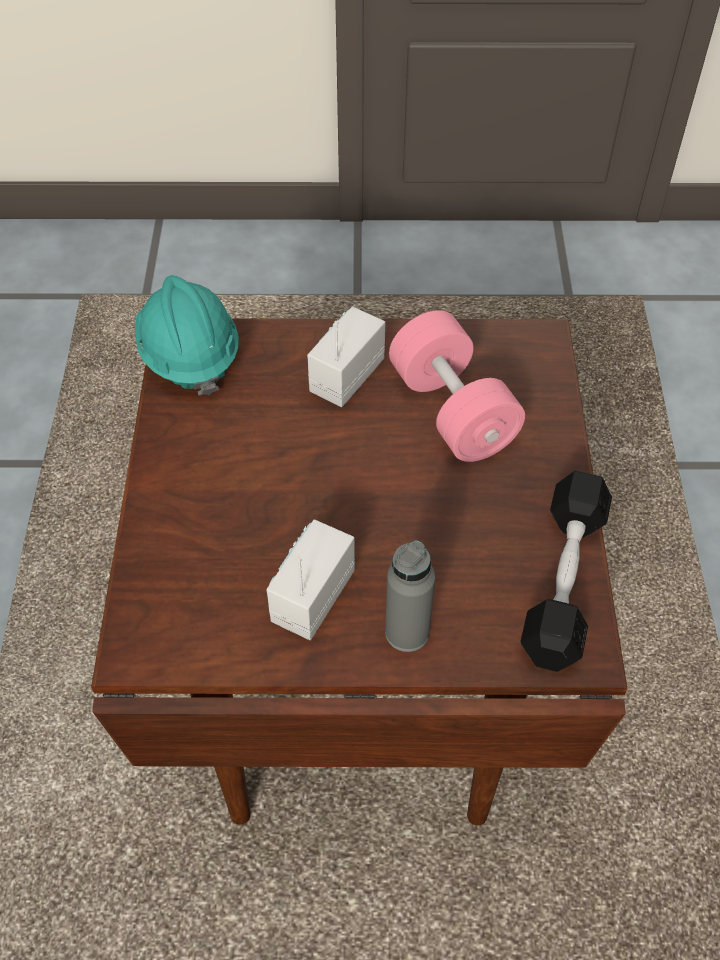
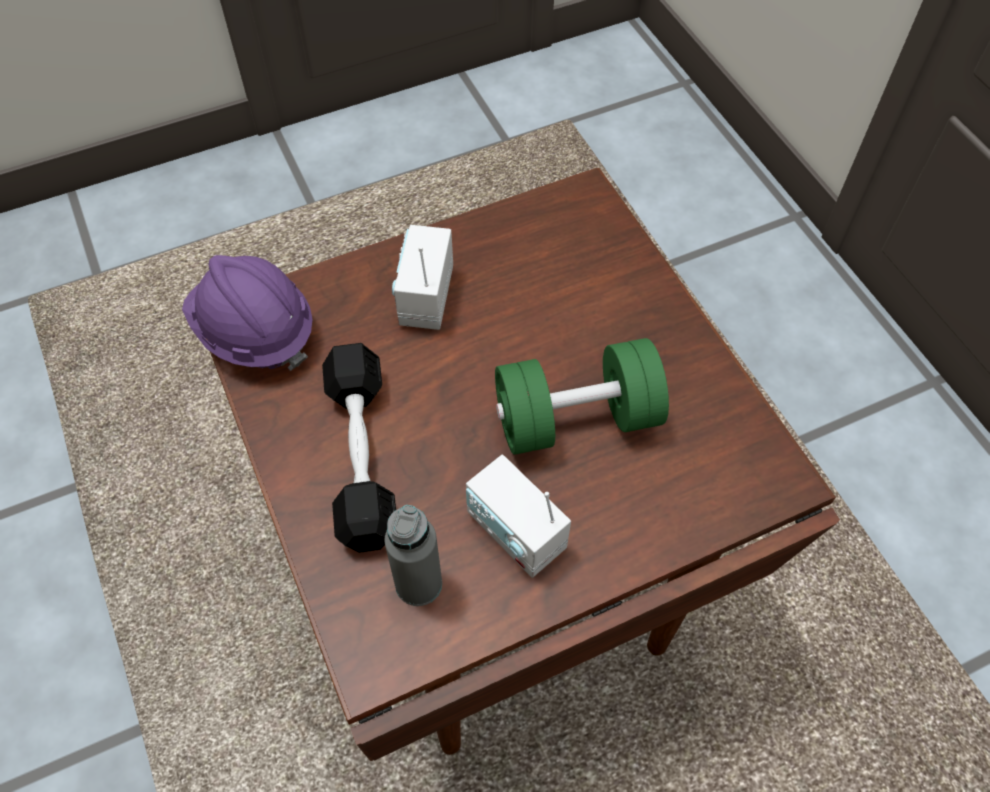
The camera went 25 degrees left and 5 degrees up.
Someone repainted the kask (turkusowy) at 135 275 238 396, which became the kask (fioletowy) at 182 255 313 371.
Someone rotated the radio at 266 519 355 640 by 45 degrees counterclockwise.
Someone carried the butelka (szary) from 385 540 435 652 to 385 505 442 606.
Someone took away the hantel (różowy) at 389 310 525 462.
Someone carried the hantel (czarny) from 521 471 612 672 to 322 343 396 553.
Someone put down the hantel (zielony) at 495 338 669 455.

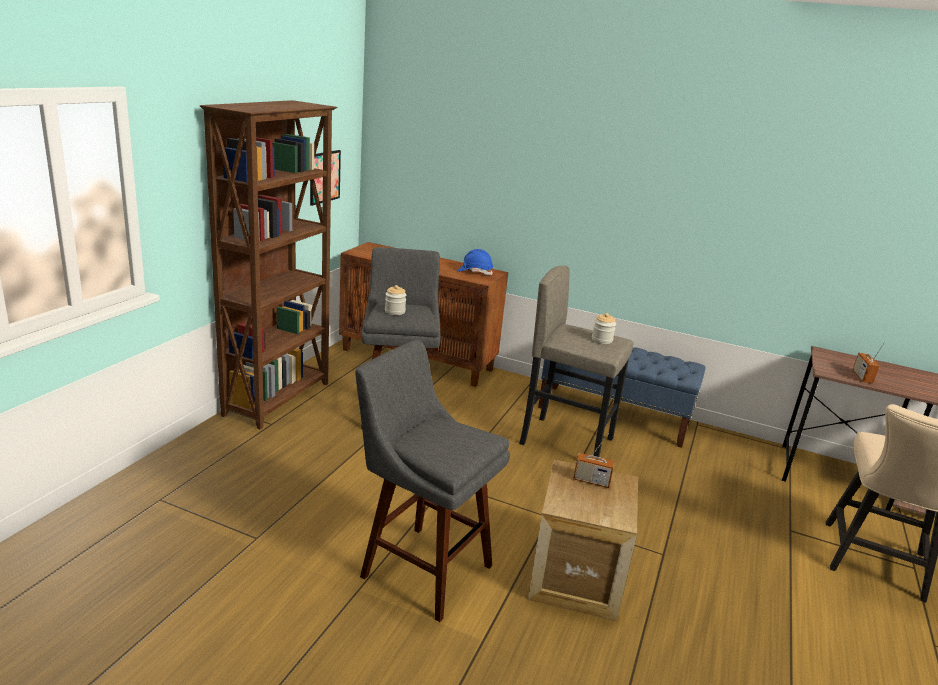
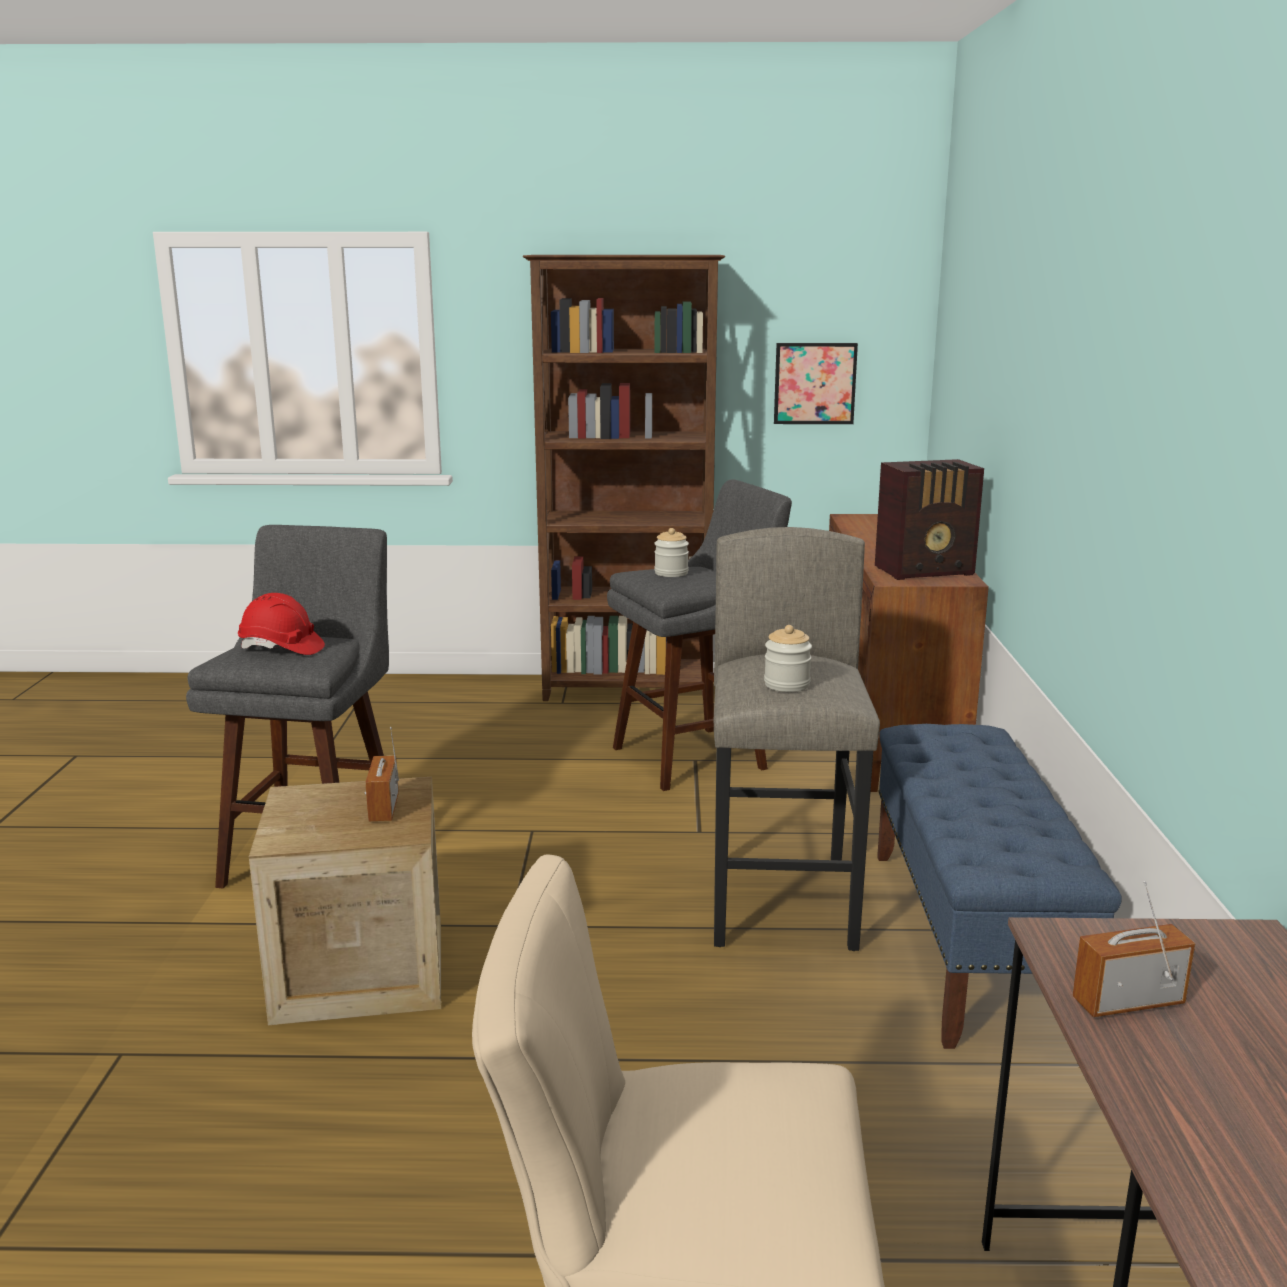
The camera went 70 degrees right and 5 degrees down.
Someone swapped the kask (niebieski) at 458 249 493 275 for the radio at 875 459 984 580.
Someone put down the kask (czerwony) at 238 593 325 655.

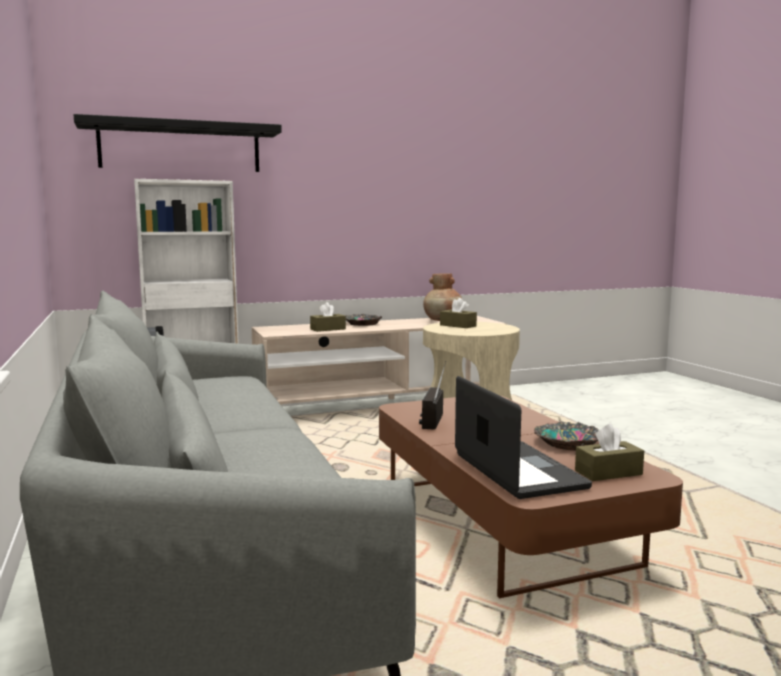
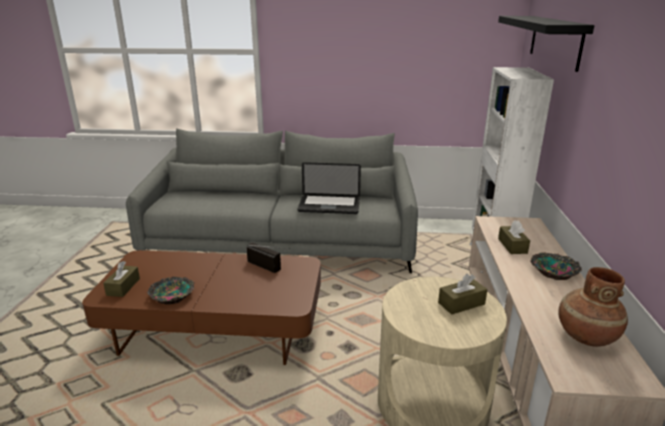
The camera went 115 degrees right and 15 degrees up.
Someone carried the laptop from 455 376 592 499 to 297 162 361 214.

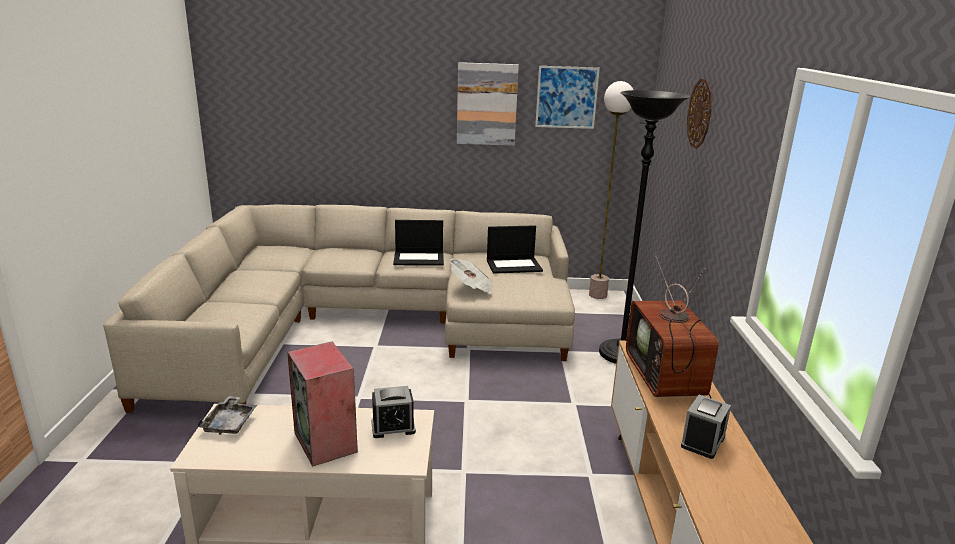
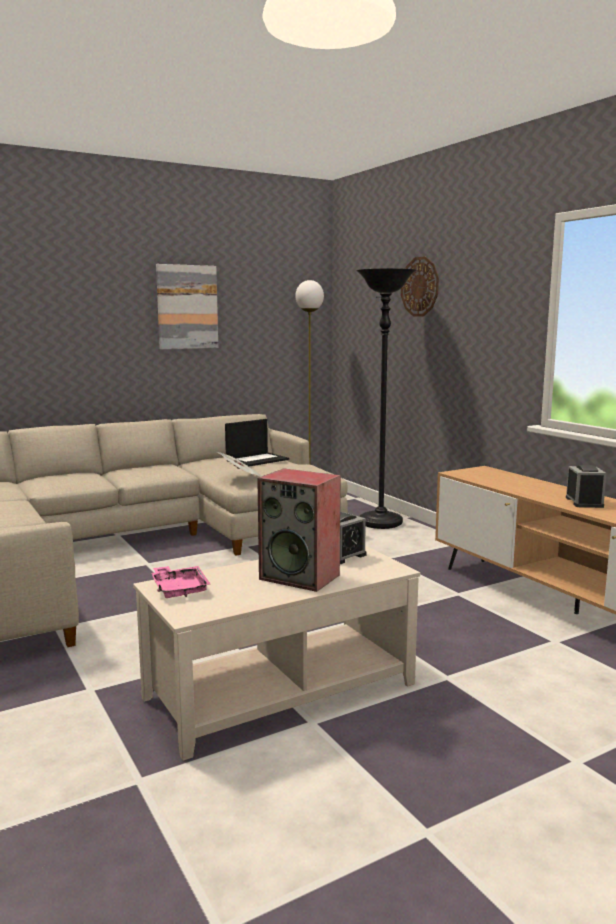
The camera went 30 degrees left and 10 degrees down.
Someone repainted the taca (szary) at 197 396 257 435, which became the taca (różowy) at 151 566 210 598.
Someone took away the laptop at 393 220 444 266.
Someone took away the obraz at 535 66 600 129.
Someone took away the telewizor at 626 256 718 399.

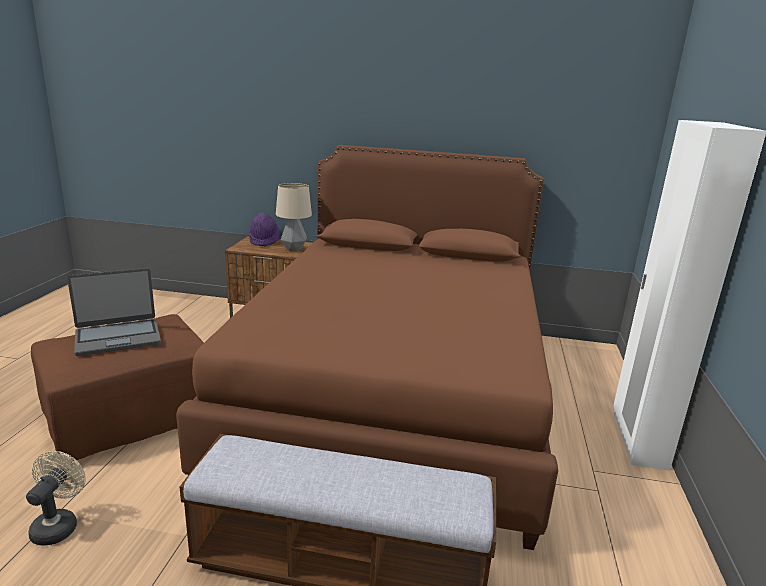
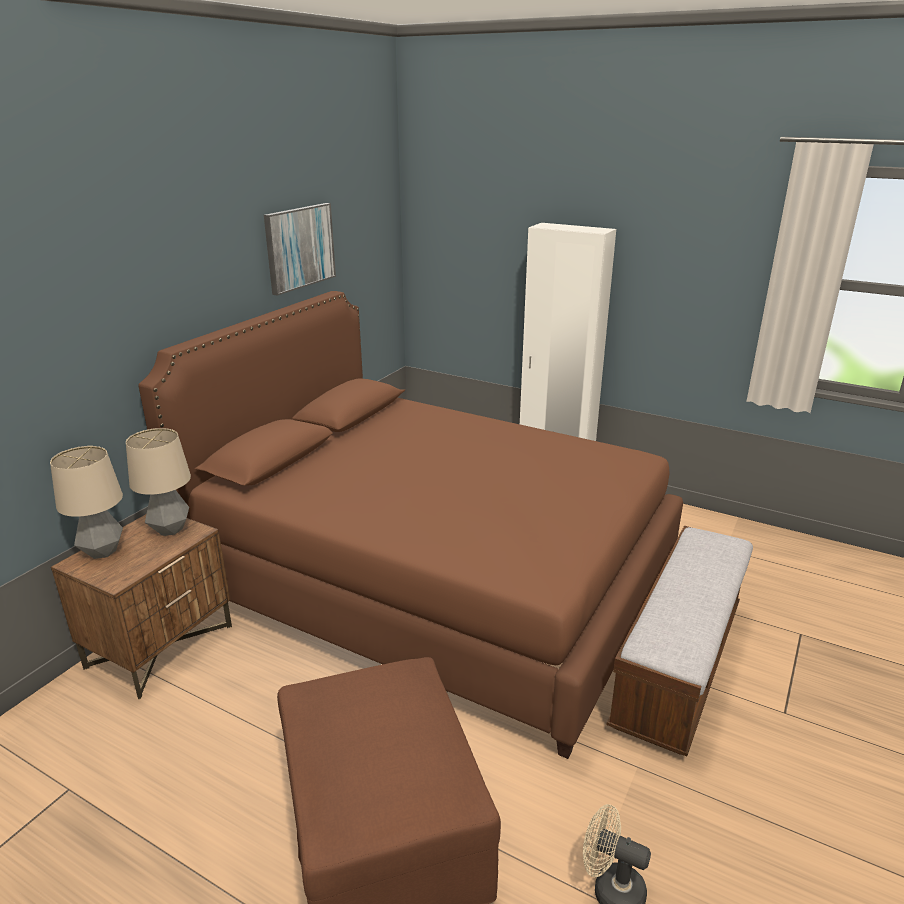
The camera went 70 degrees left and 5 degrees up.
Someone took away the laptop at 67 268 161 356.
Someone swapped the kapelusz (fioletowy) at 249 212 280 247 for the lampa stołowa at 50 446 123 559.
Someone put up the obraz at 264 203 336 296.

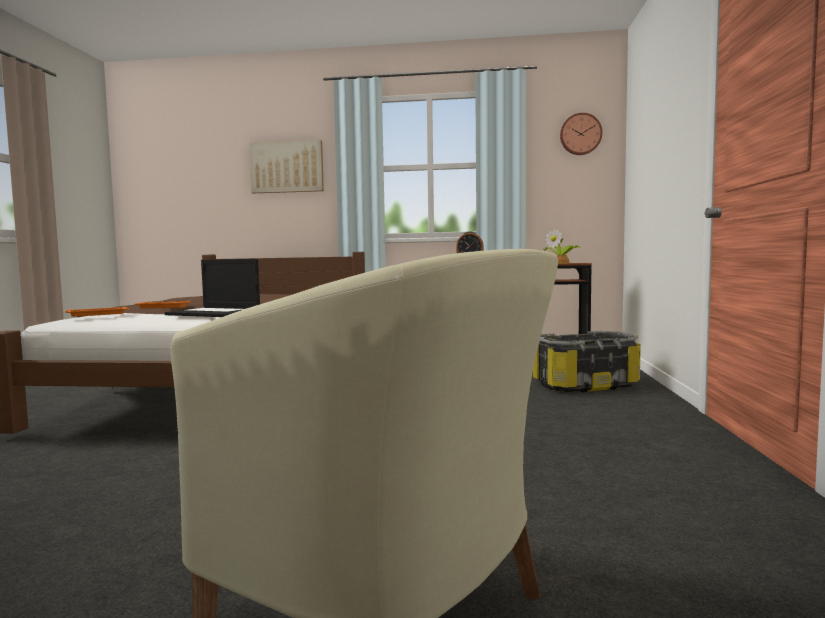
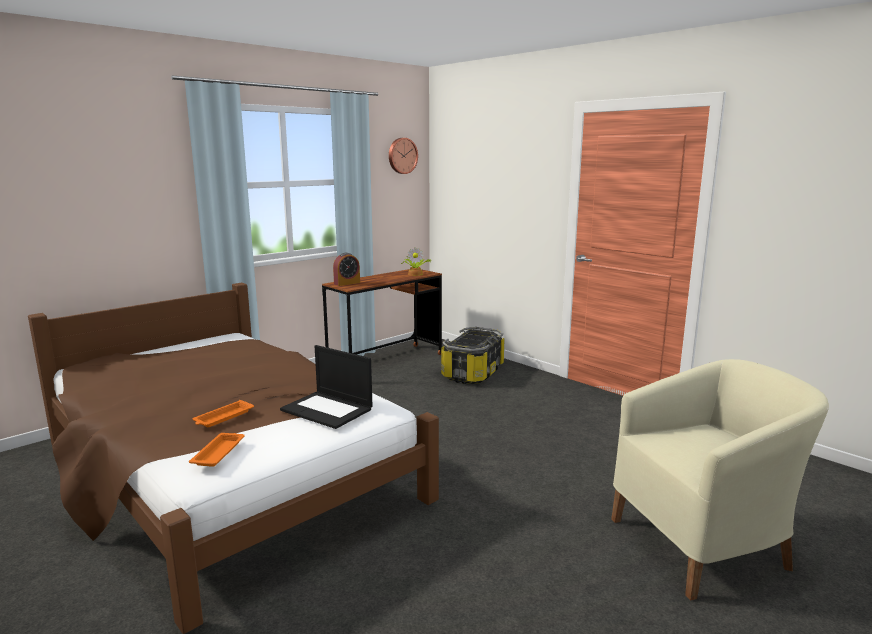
The camera went 50 degrees left and 10 degrees up.
Someone rotated the laptop at 165 259 260 317 by 60 degrees clockwise.
Someone took away the obraz at 249 140 324 193.

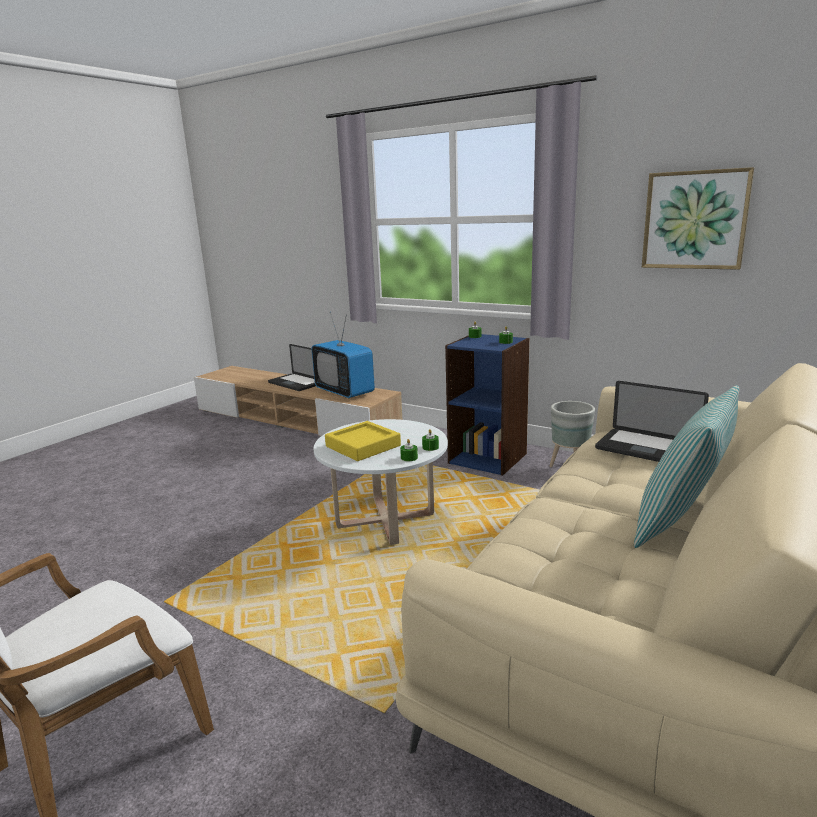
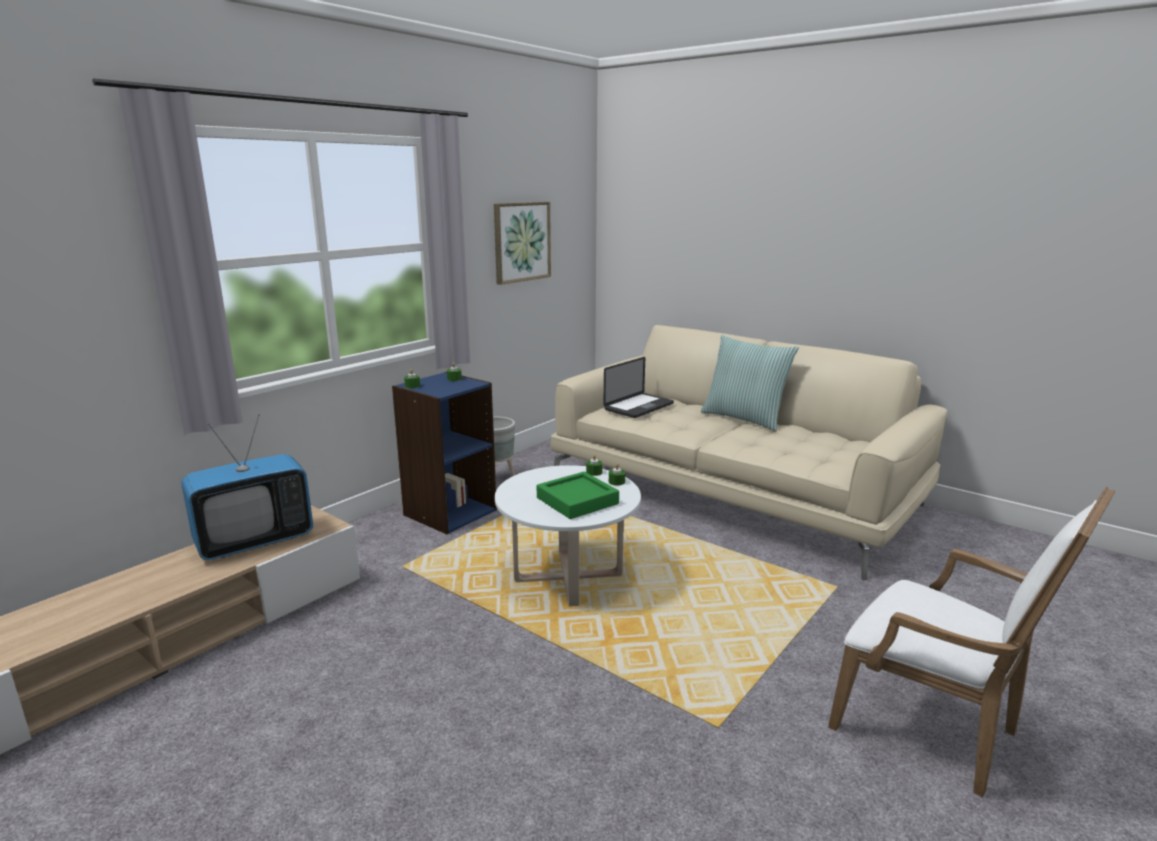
The camera went 85 degrees left and 0 degrees up.
Someone took away the laptop at 268 344 316 391.
Someone repainted the taca (żółty) at 325 421 401 461, which became the taca (zielony) at 537 472 619 519.

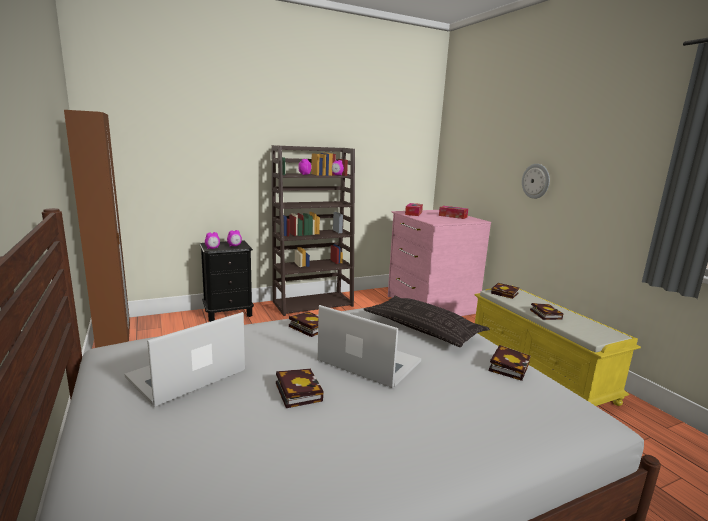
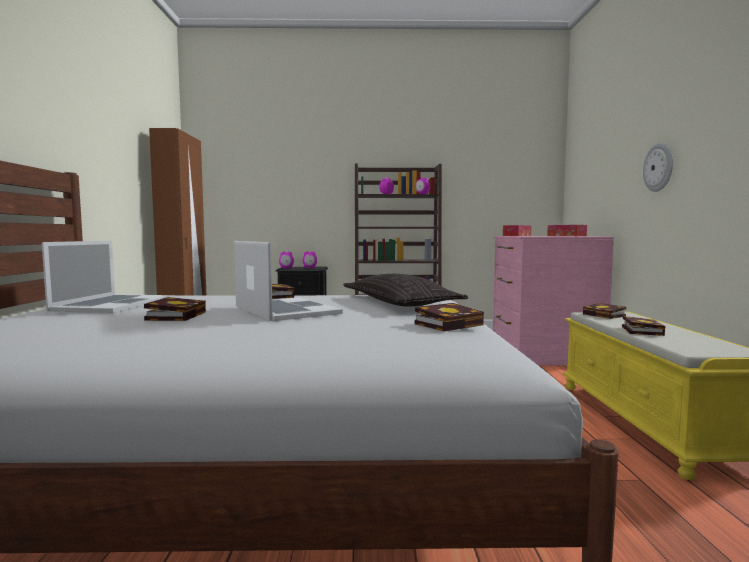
The camera went 25 degrees right and 10 degrees down.
Someone rotated the laptop at 124 312 245 407 by 120 degrees clockwise.

